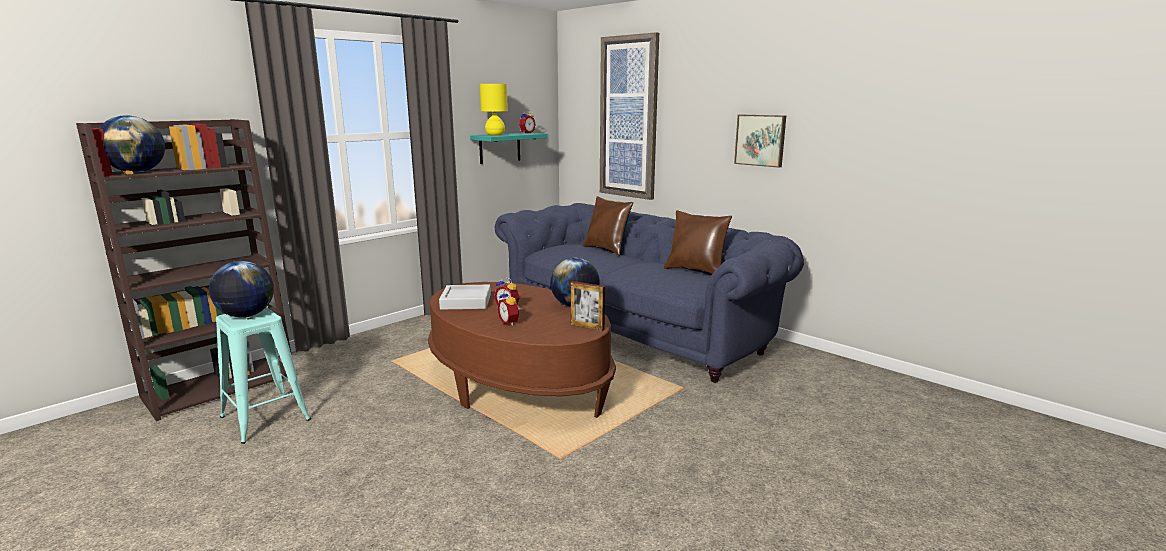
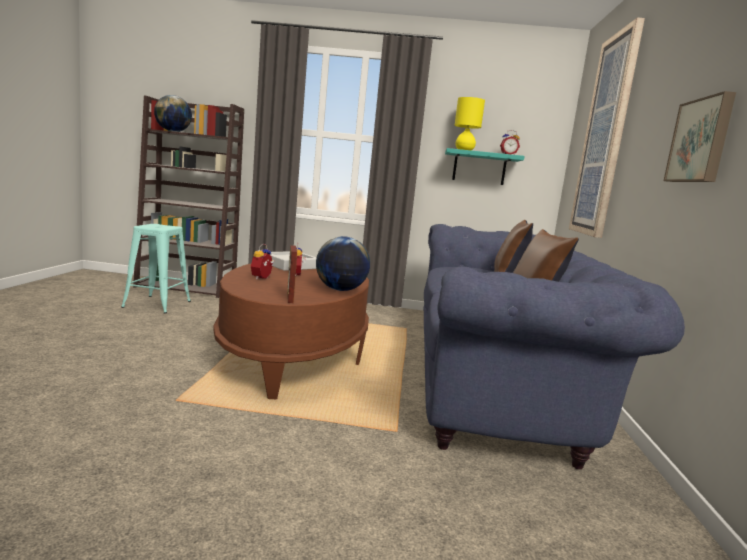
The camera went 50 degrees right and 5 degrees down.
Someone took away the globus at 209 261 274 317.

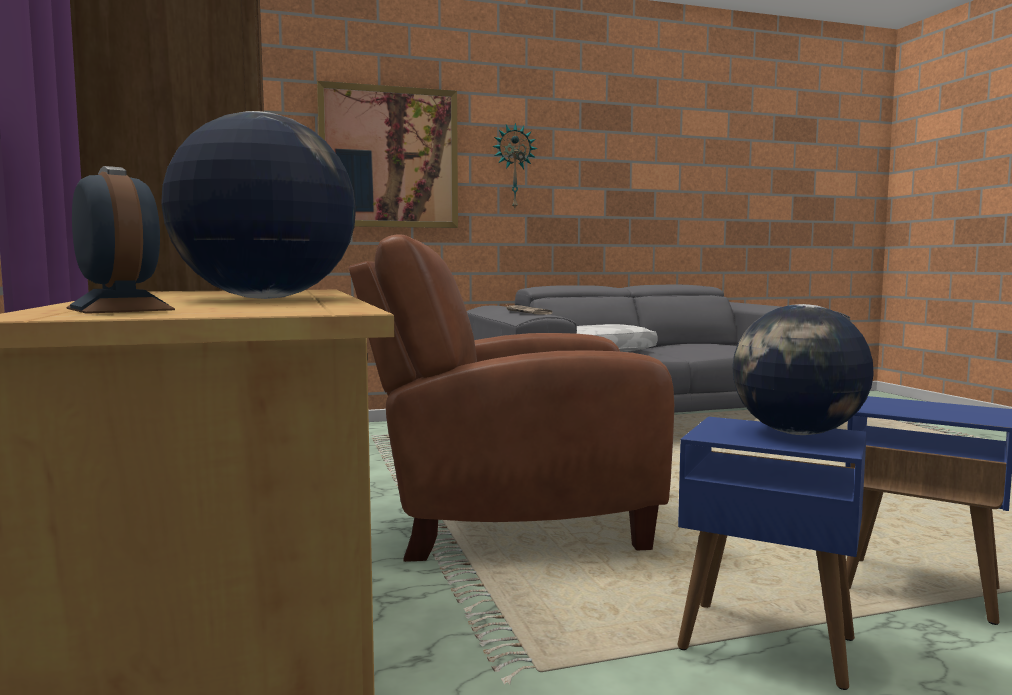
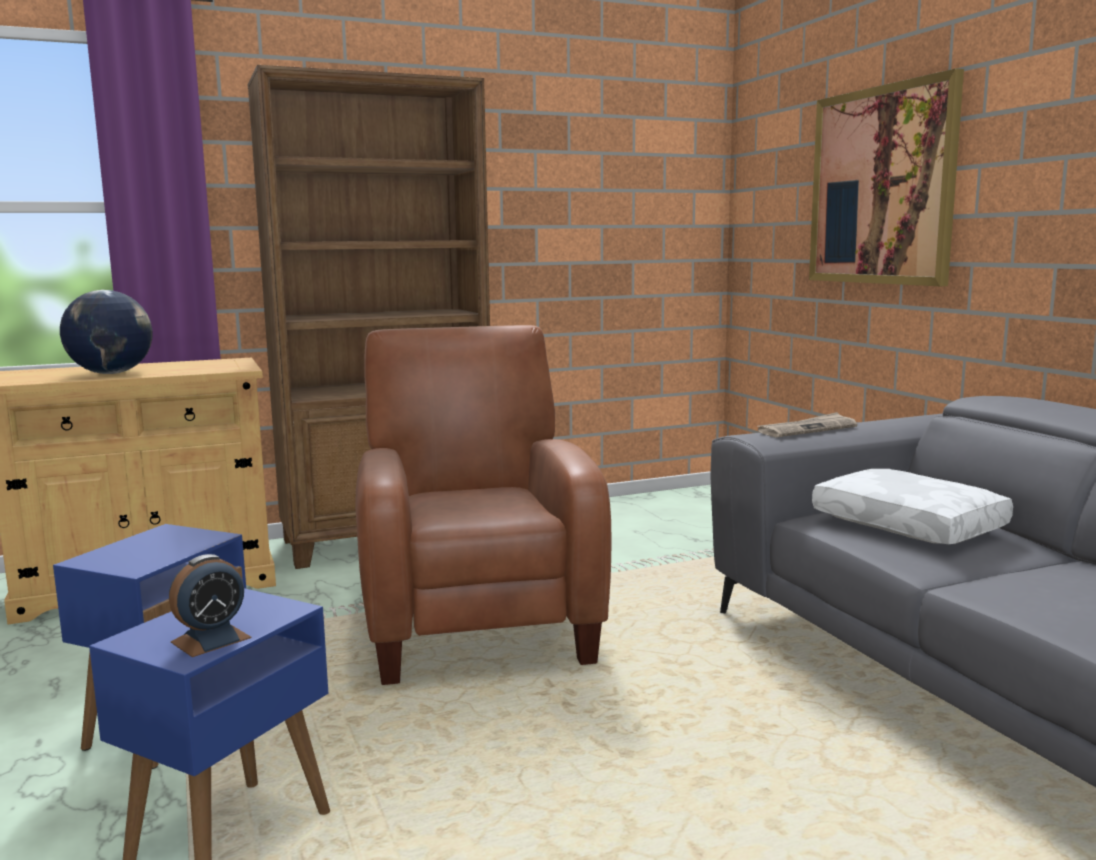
The camera went 85 degrees right and 5 degrees up.
Someone carried the budzik from 67 166 175 314 to 169 554 252 657.
Someone took away the zegar ścienny at 492 123 537 208.
Someone took away the globus at 732 304 874 435.

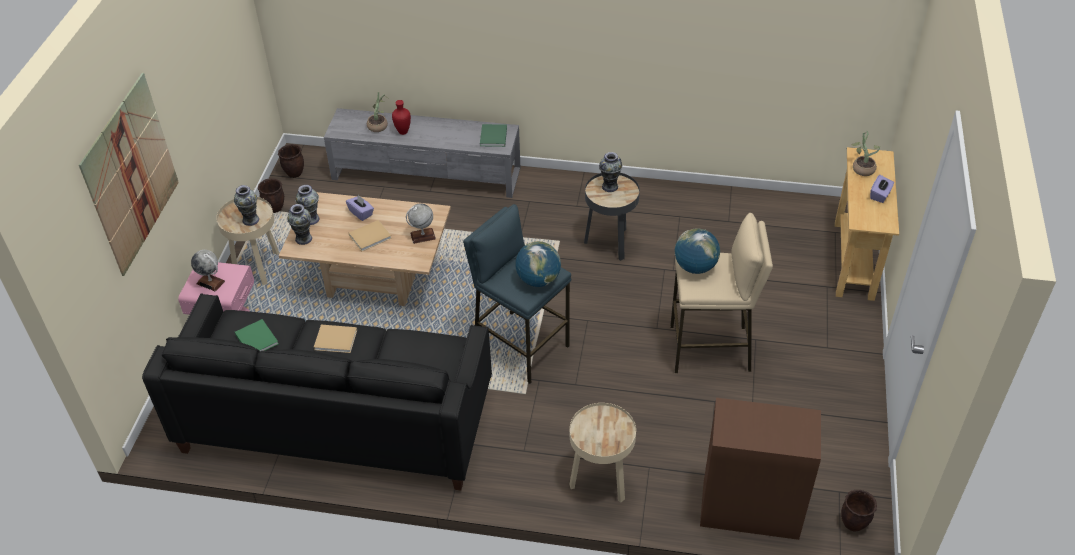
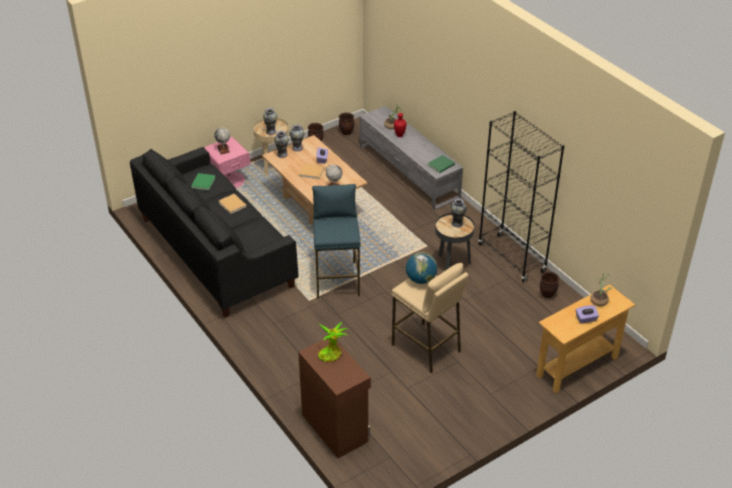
The camera went 45 degrees right and 5 degrees down.
Someone took away the obraz at 79 73 179 276.
Someone took away the globus at 515 241 561 287.
Someone took away the stolik (beżowy) at 569 403 636 503.
Someone carried the donica (brązowy) from 841 490 877 532 to 540 271 559 298.
Someone put down the roślina doniczkowa at 318 322 348 362.
Someone put down the regał (czarny) at 478 111 564 282.

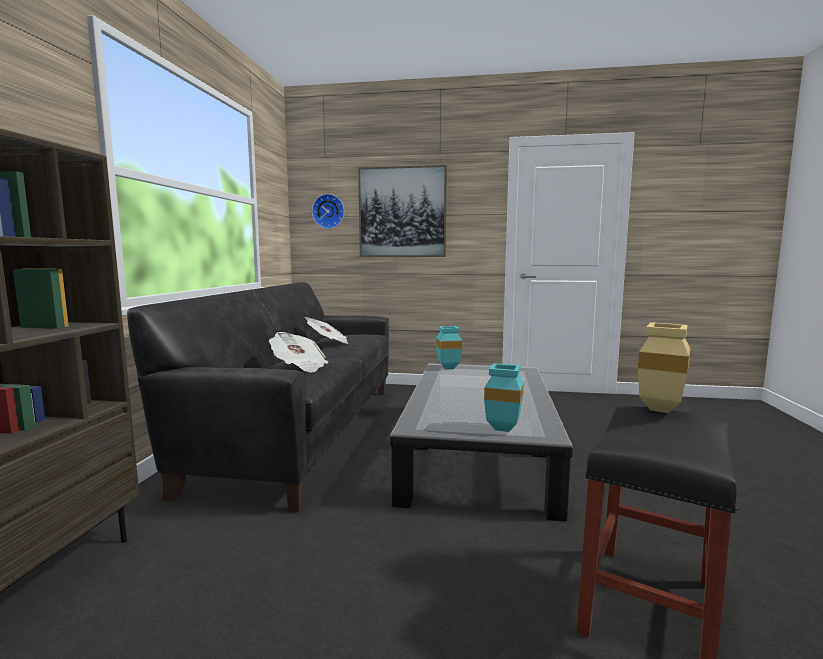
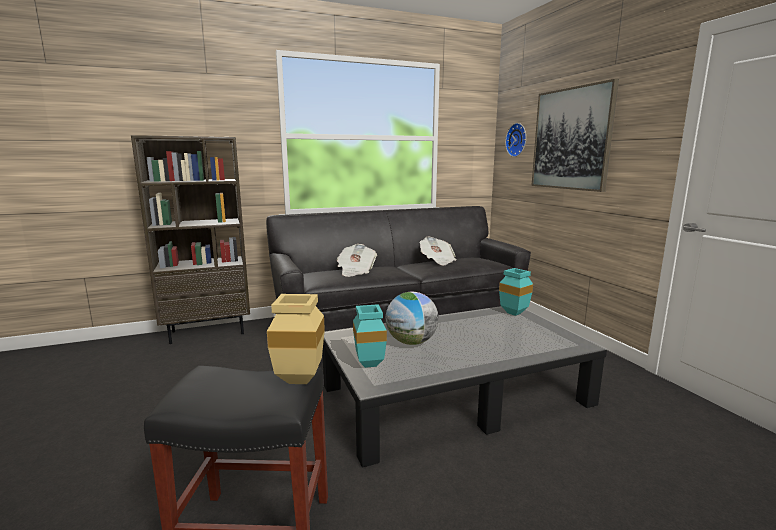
The camera went 60 degrees right and 5 degrees up.
Someone put down the globus at 386 292 439 345.

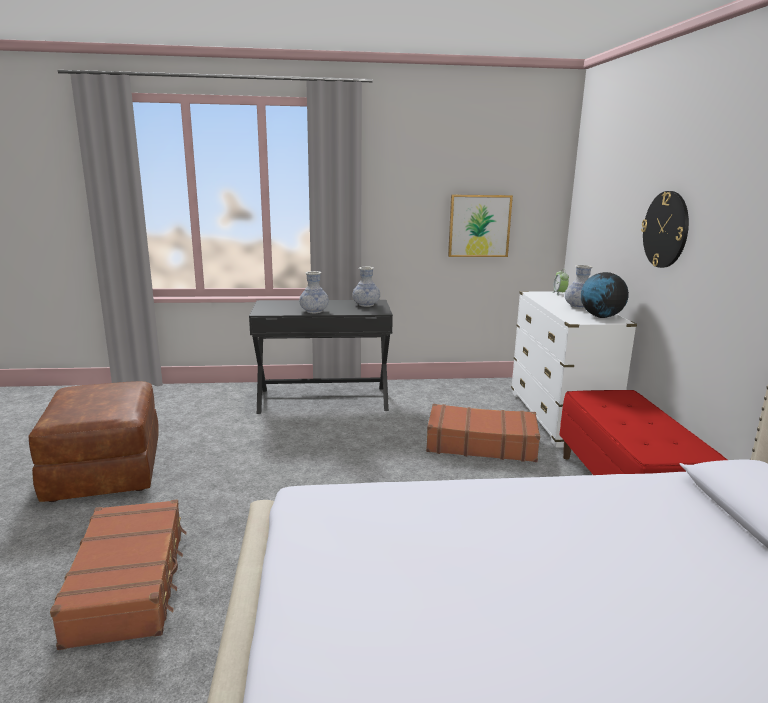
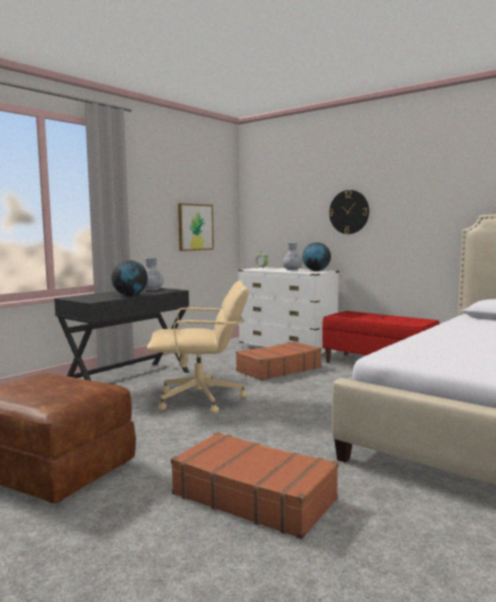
The camera went 45 degrees left and 10 degrees down.
Someone swapped the wazon at 299 271 329 313 for the globus at 111 260 148 296.
Someone put down the krzesło biurowe (beżowy) at 147 281 249 414.

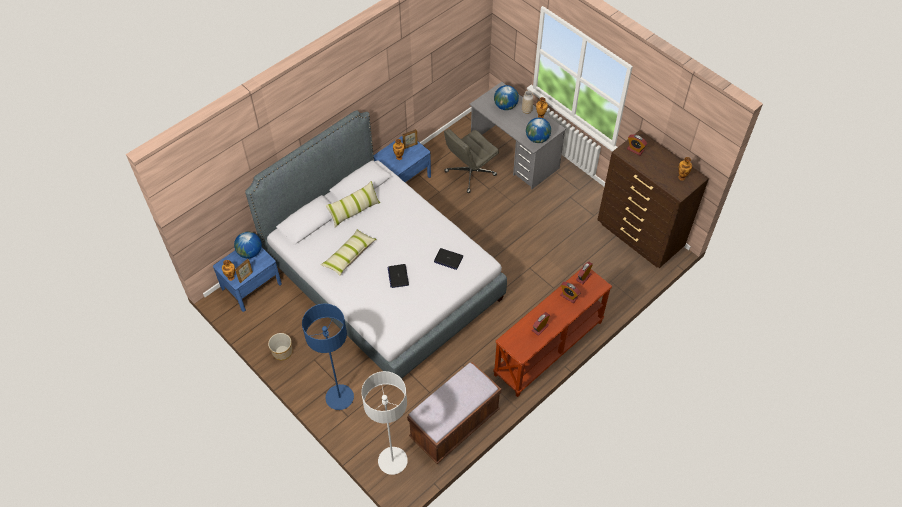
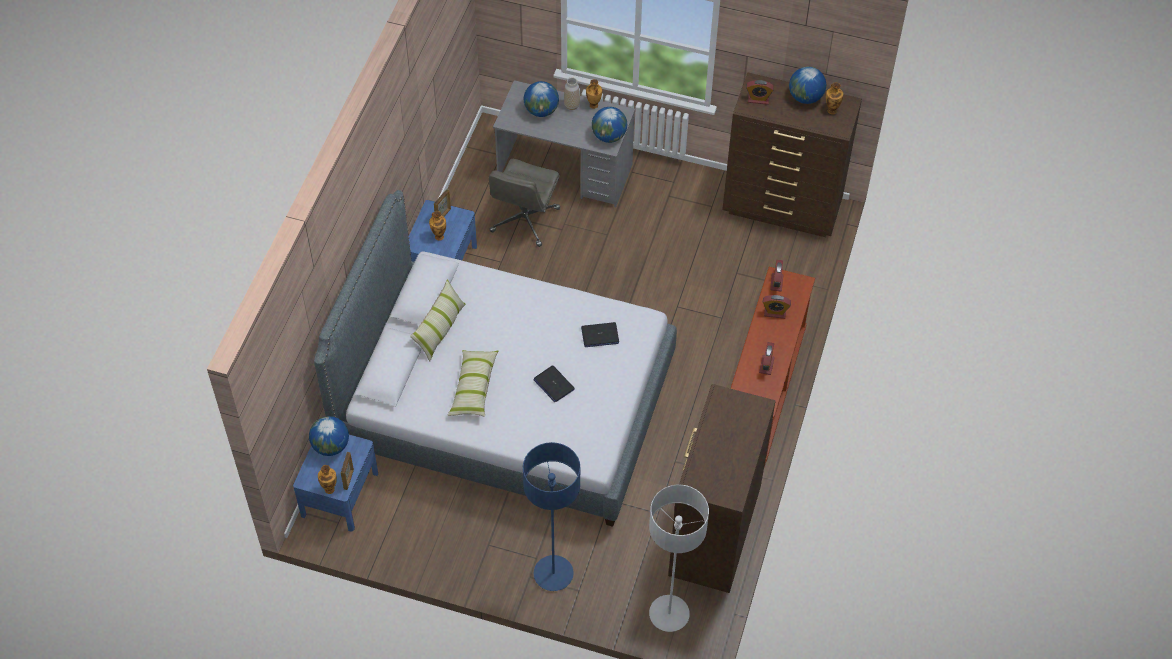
The camera went 30 degrees left and 0 degrees up.
Someone took away the donica at 268 333 293 360.
Someone swapped the ławka (brązowy) at 407 362 502 464 for the komoda (brązowy) at 668 384 776 593.
Someone put down the globus at 789 66 826 104.

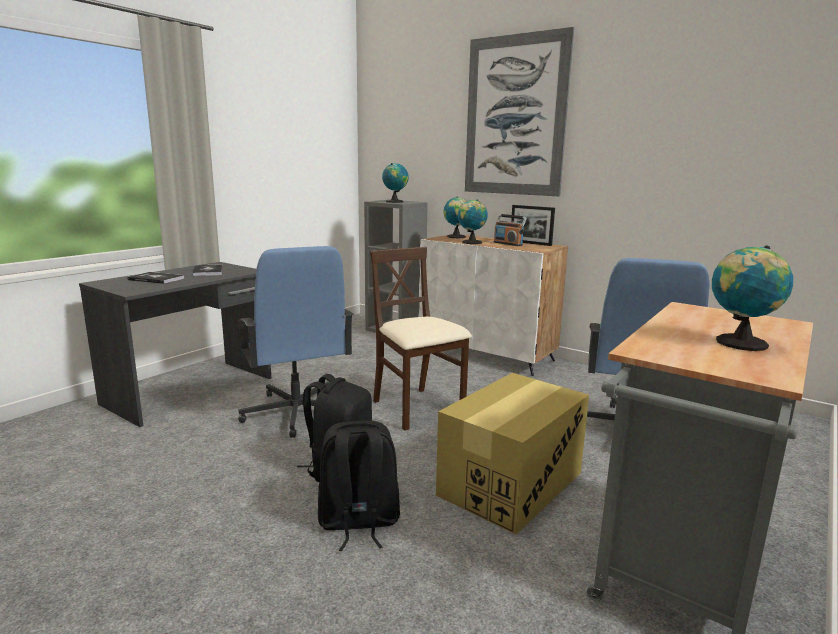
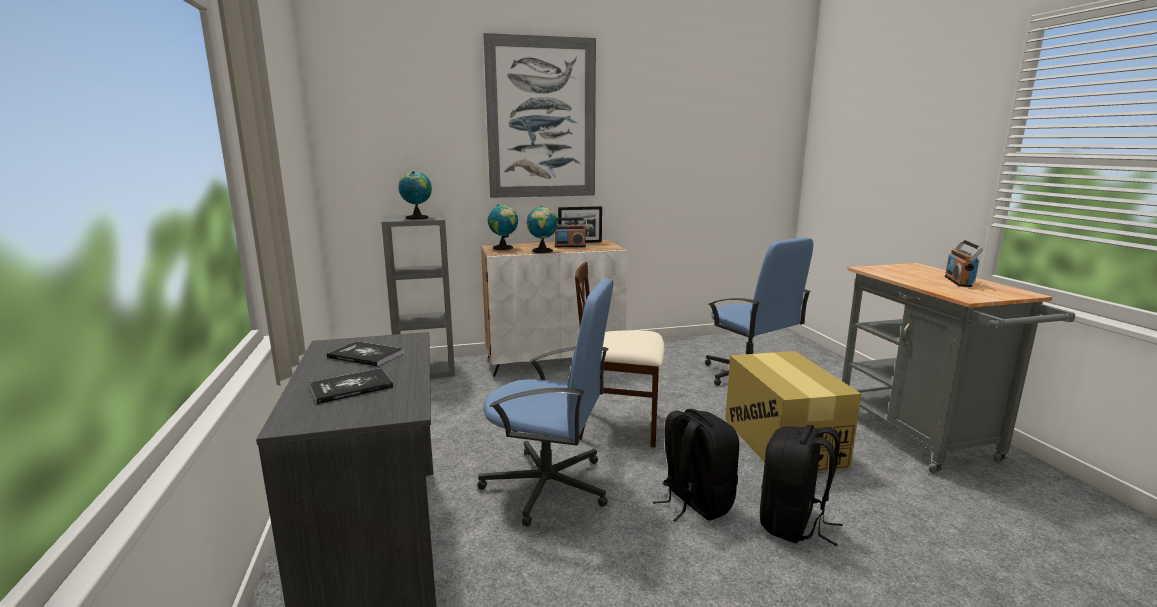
The camera went 50 degrees left and 0 degrees up.
Someone swapped the globus at 712 246 793 351 for the radio at 945 240 984 287.

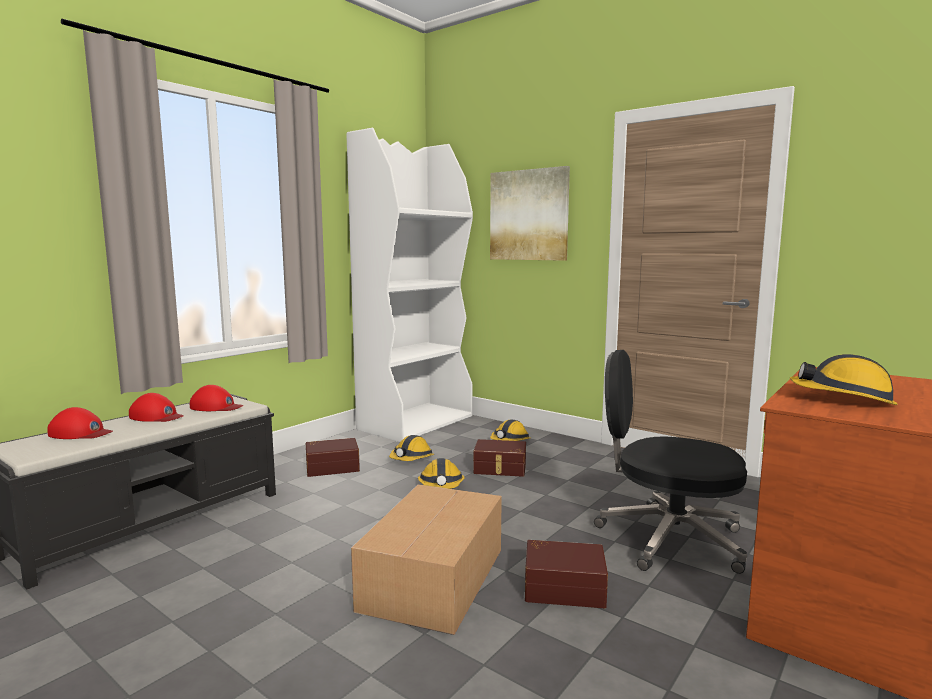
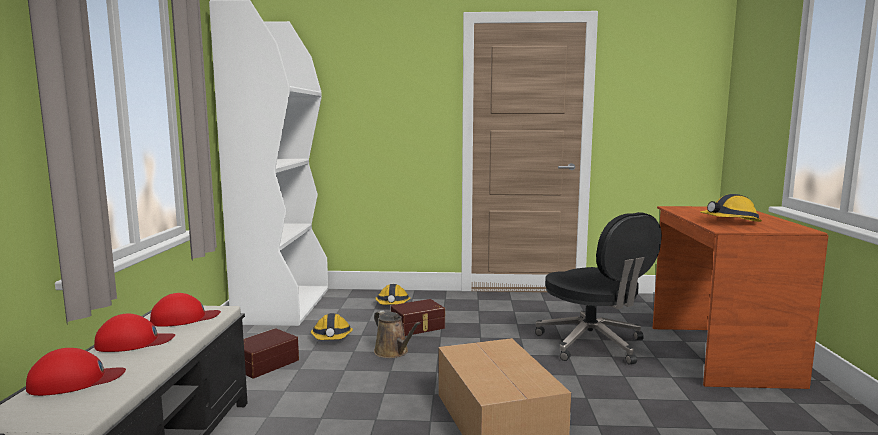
The camera went 35 degrees left and 0 degrees up.
Someone swapped the kask at 418 458 465 489 for the konewka (brązowy) at 374 310 421 358.
Someone took away the obraz at 490 166 570 261.
Someone took away the pojemnik do przechowywania (brązowy) at 525 540 608 608.
Someone rotated the krzesło biurowe (czarny) at 594 350 747 574 by 105 degrees counterclockwise.

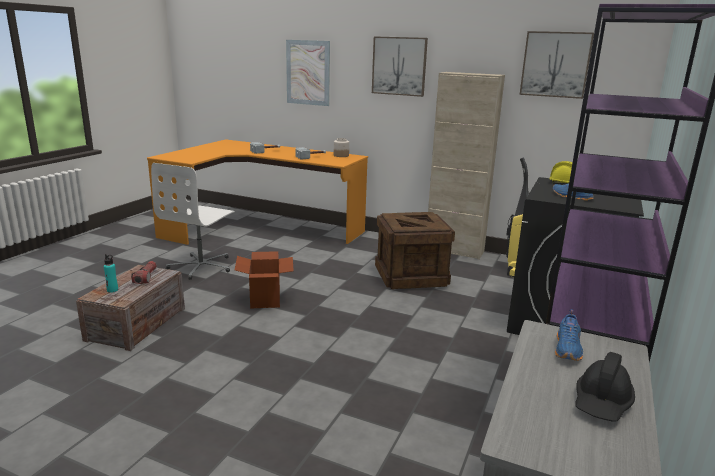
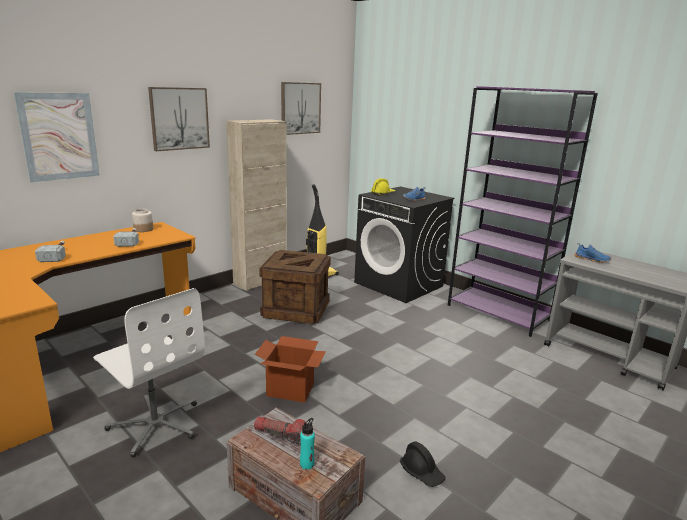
The camera went 70 degrees left and 0 degrees up.
Someone carried the kask (czarny) from 576 352 635 422 to 400 442 446 487.

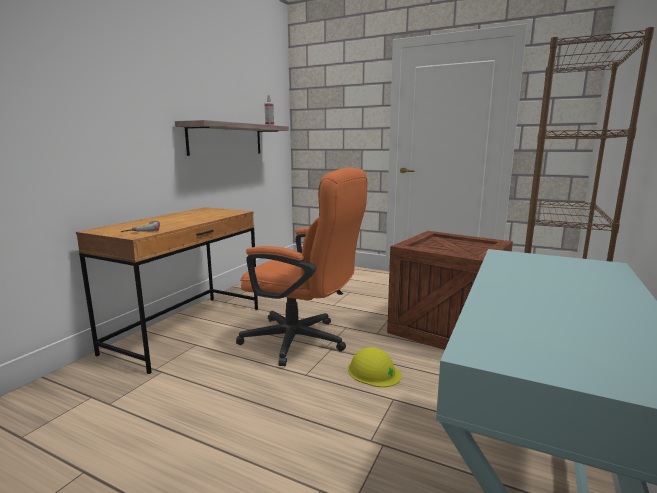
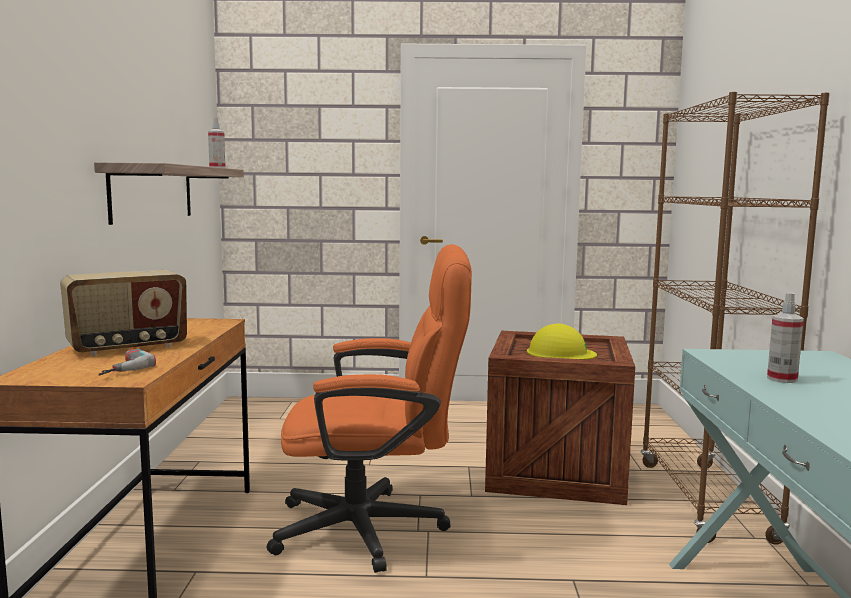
The camera went 25 degrees left and 5 degrees down.
Someone carried the kask (żółty) from 348 347 402 387 to 527 324 597 360.
Someone put down the radio at 60 270 187 356.
Someone put down the spryskiwacz at 767 293 804 383.

